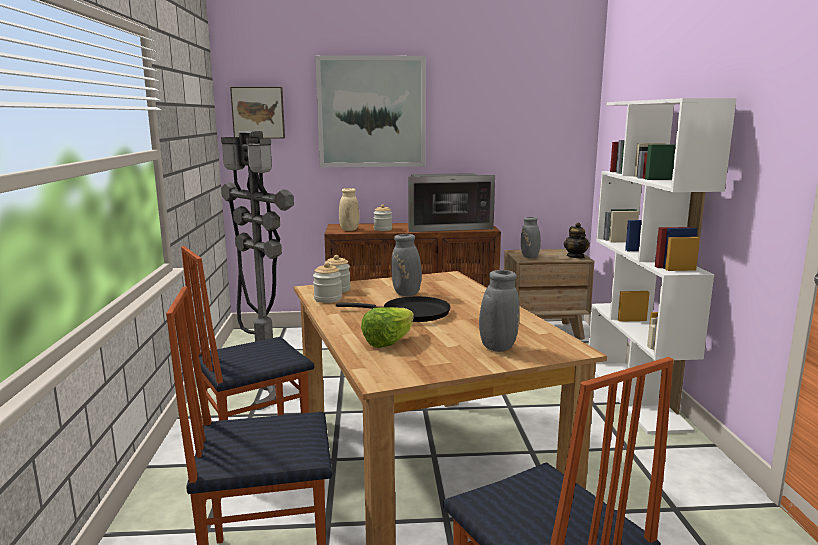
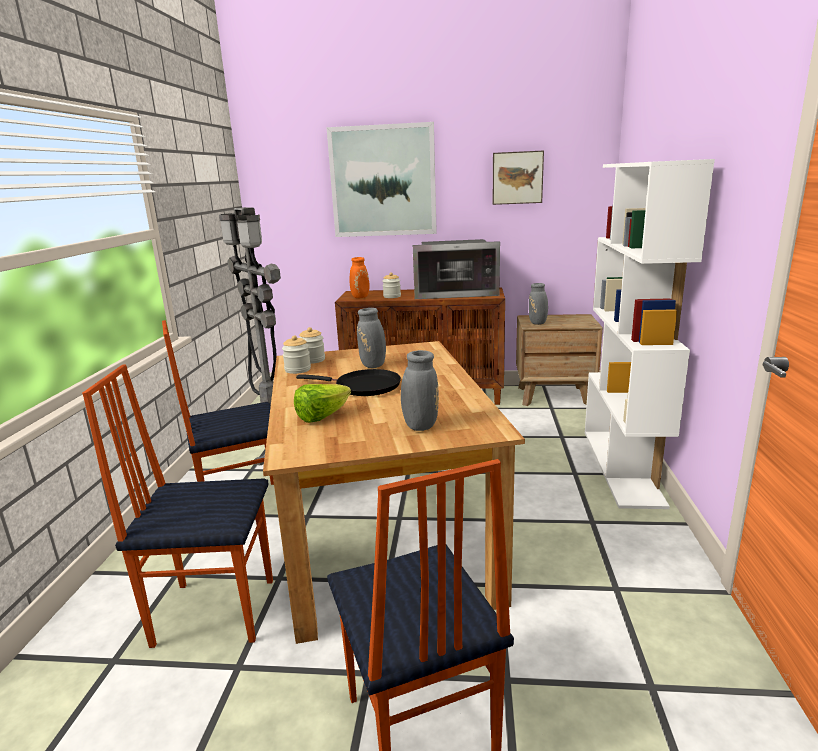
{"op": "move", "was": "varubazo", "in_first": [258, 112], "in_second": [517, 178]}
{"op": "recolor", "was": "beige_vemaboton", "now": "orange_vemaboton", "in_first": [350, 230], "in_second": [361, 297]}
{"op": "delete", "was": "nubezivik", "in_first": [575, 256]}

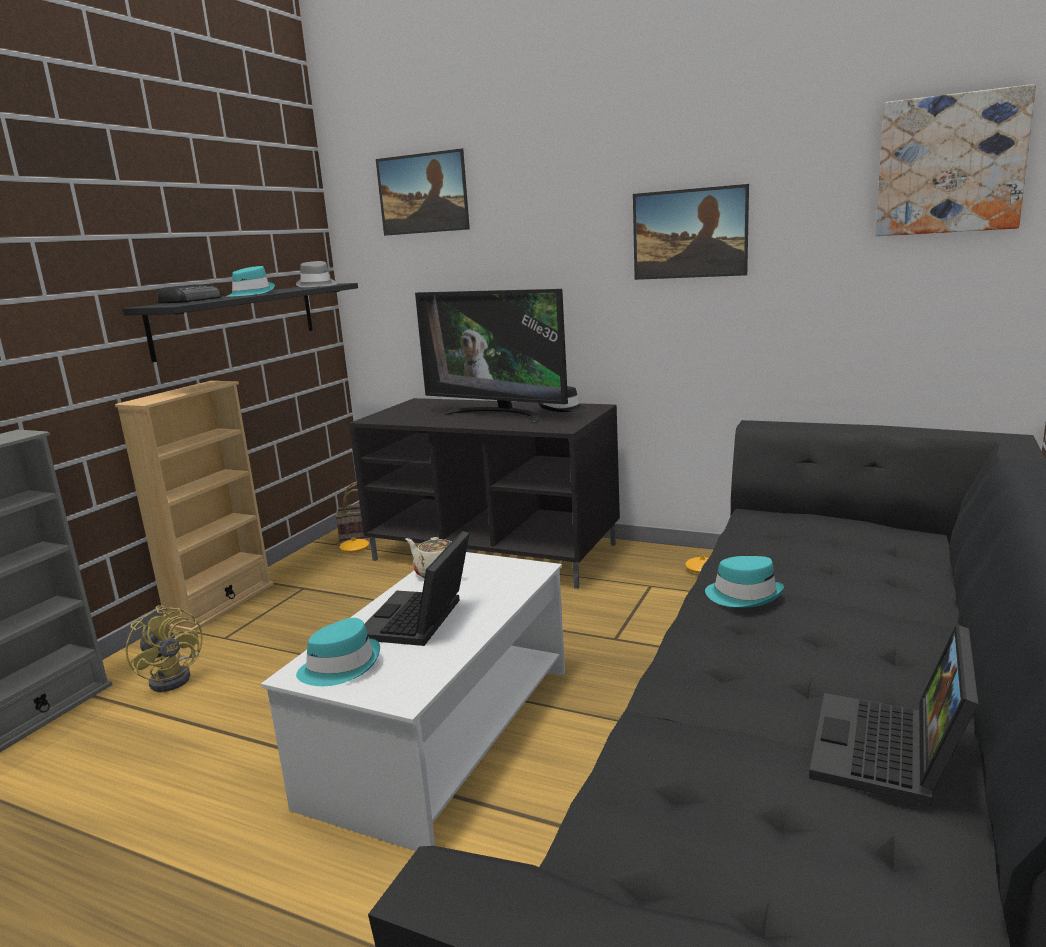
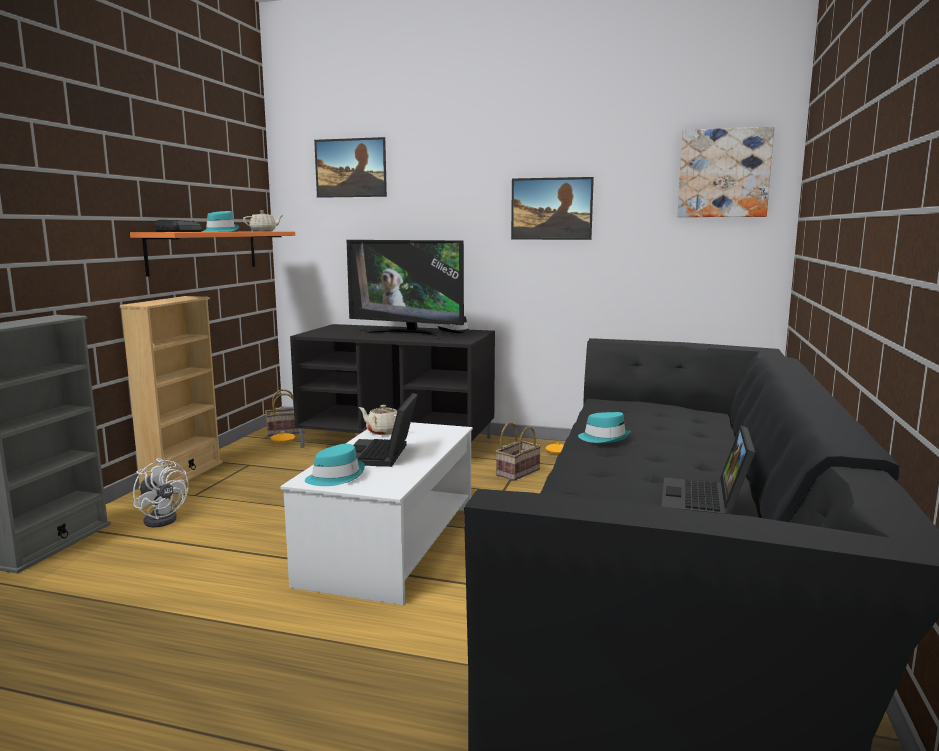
{"op": "replace", "was": "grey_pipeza", "now": "beige_nubezivik", "in_first": [316, 285], "in_second": [264, 231]}
{"op": "recolor", "was": "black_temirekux", "now": "orange_temirekux", "in_first": [237, 319], "in_second": [204, 251]}
{"op": "recolor", "was": "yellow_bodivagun", "now": "white_bodivagun", "in_first": [175, 677], "in_second": [163, 518]}
{"op": "insert", "now": "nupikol", "in_second": [518, 472]}

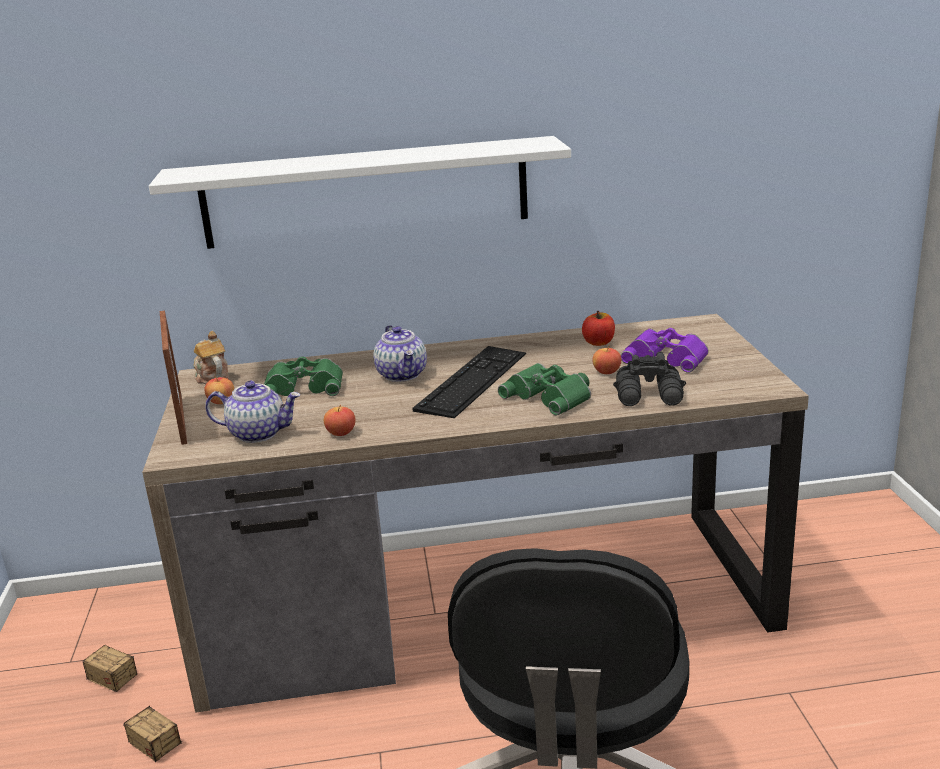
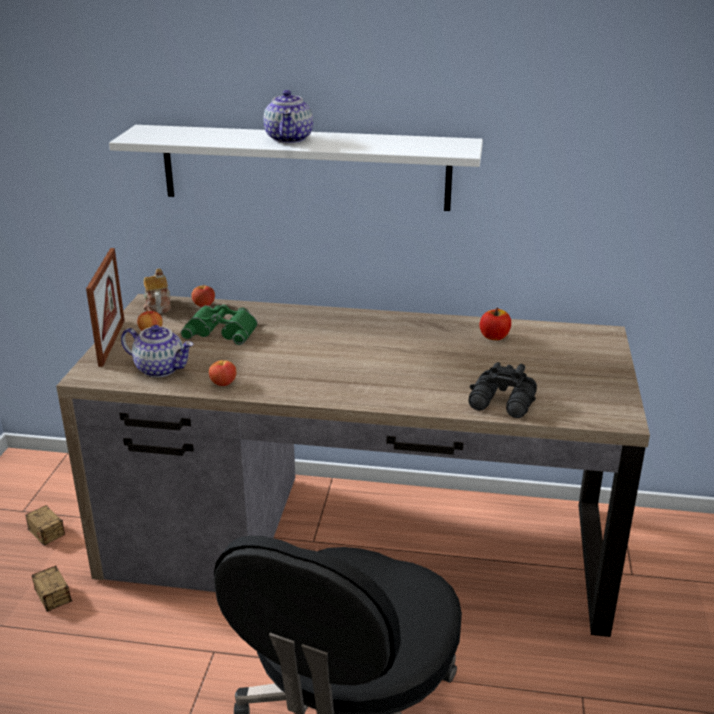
{"op": "move", "was": "nubezivik", "in_first": [402, 375], "in_second": [289, 139]}
{"op": "delete", "was": "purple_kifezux", "in_first": [667, 357]}
{"op": "delete", "was": "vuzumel", "in_first": [472, 381]}
{"op": "move", "was": "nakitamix", "in_first": [606, 372], "in_second": [204, 305]}
{"op": "delete", "was": "green_kifezux", "in_first": [550, 396]}

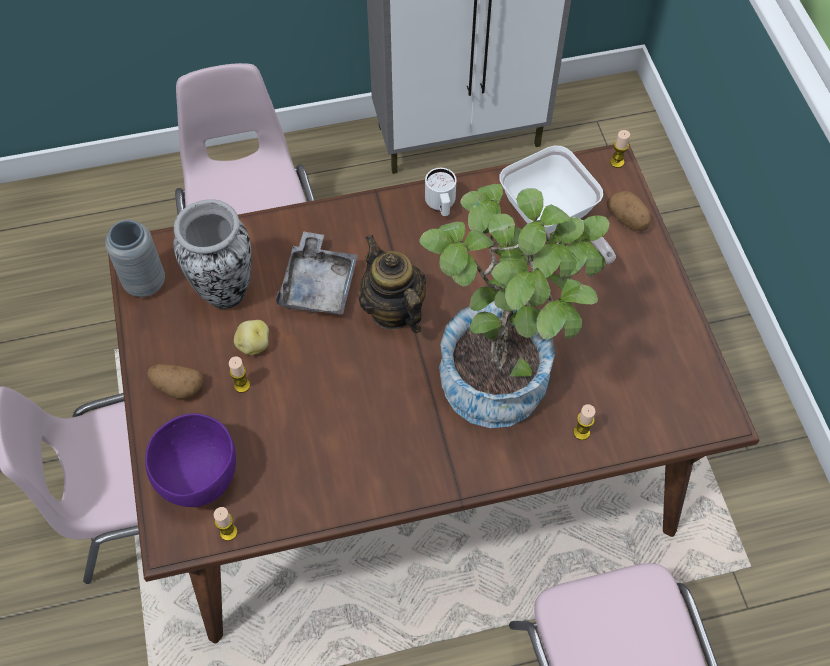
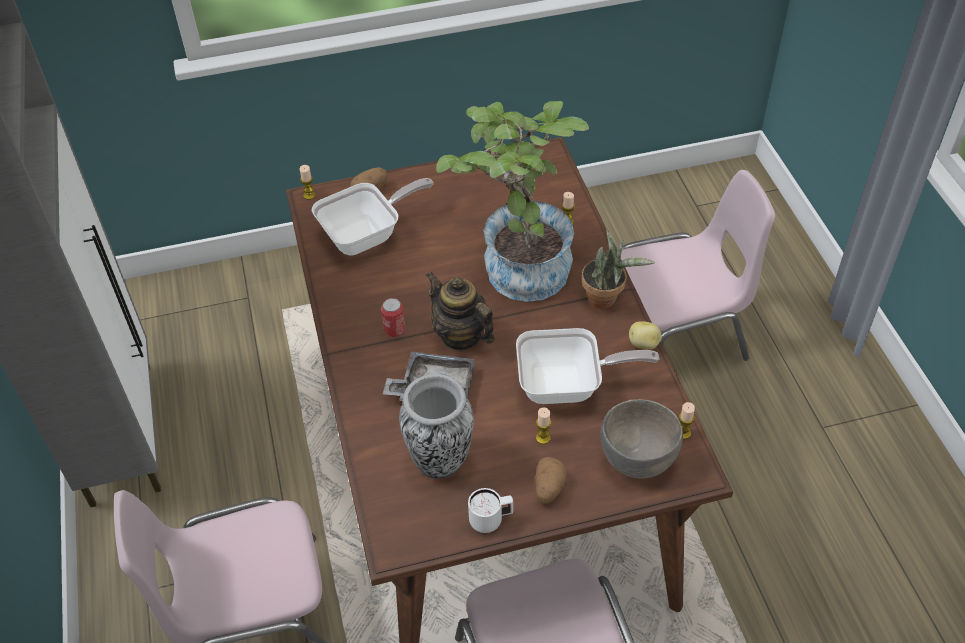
{"op": "move", "was": "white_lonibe", "in_first": [441, 206], "in_second": [491, 521]}
{"op": "delete", "was": "grey_vemaboton", "in_first": [145, 283]}
{"op": "rotate", "was": "nubezivik", "in_first": [393, 310], "in_second": [460, 335], "clockwise": 75}
{"op": "move", "was": "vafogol", "in_first": [253, 345], "in_second": [644, 344]}
{"op": "recolor", "was": "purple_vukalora", "now": "grey_vukalora", "in_first": [199, 479], "in_second": [638, 460]}
{"op": "insert", "now": "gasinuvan", "in_second": [606, 299]}
{"op": "insert", "now": "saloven", "in_second": [394, 330]}
{"op": "insert", "now": "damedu", "in_second": [568, 386]}

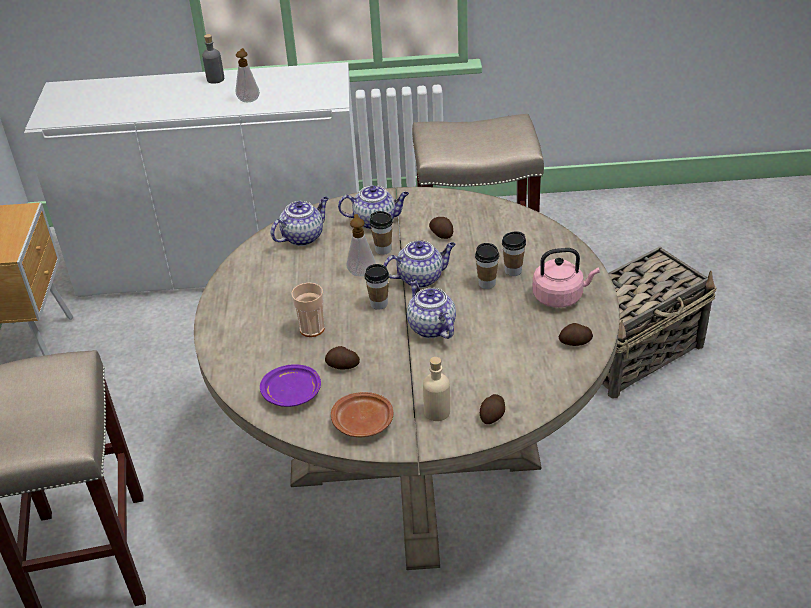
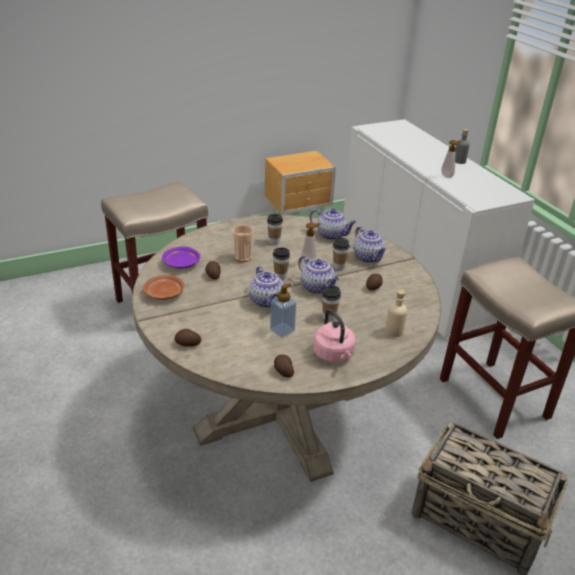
{"op": "move", "was": "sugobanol", "in_first": [513, 271], "in_second": [274, 241]}
{"op": "rotate", "was": "nubezivik", "in_first": [430, 327], "in_second": [267, 301], "clockwise": 120}
{"op": "move", "was": "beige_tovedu", "in_first": [437, 412], "in_second": [394, 331]}
{"op": "insert", "now": "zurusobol", "in_second": [282, 330]}

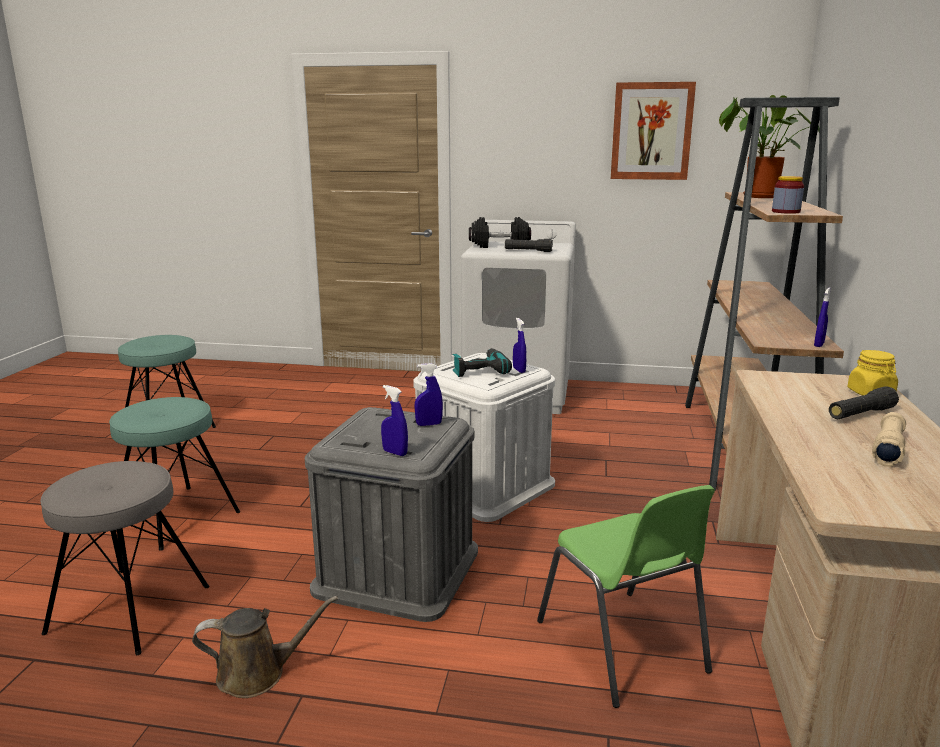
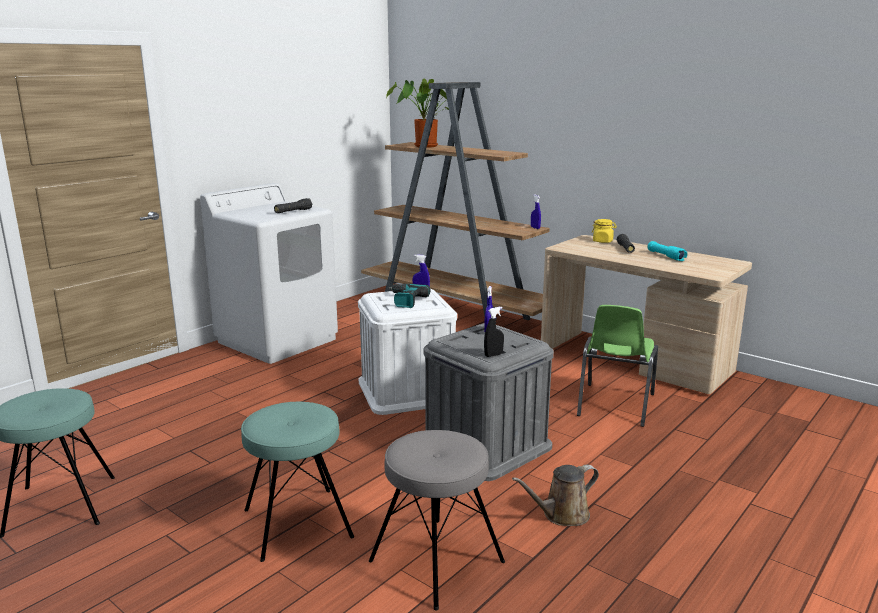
{"op": "delete", "was": "varubazo", "in_first": [651, 131]}
{"op": "delete", "was": "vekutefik", "in_first": [785, 212]}
{"op": "delete", "was": "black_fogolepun", "in_first": [499, 246]}
{"op": "delete", "was": "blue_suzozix", "in_first": [395, 453]}
{"op": "recolor", "was": "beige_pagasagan", "now": "turquoise_pagasagan", "in_first": [888, 449], "in_second": [665, 256]}
{"op": "rotate", "was": "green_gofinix", "in_first": [622, 647], "in_second": [614, 405], "clockwise": 105}
{"op": "rotate", "was": "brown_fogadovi", "in_first": [258, 674], "in_second": [562, 515], "clockwise": -135}
{"op": "insert", "now": "black_suzozix", "in_second": [493, 355]}

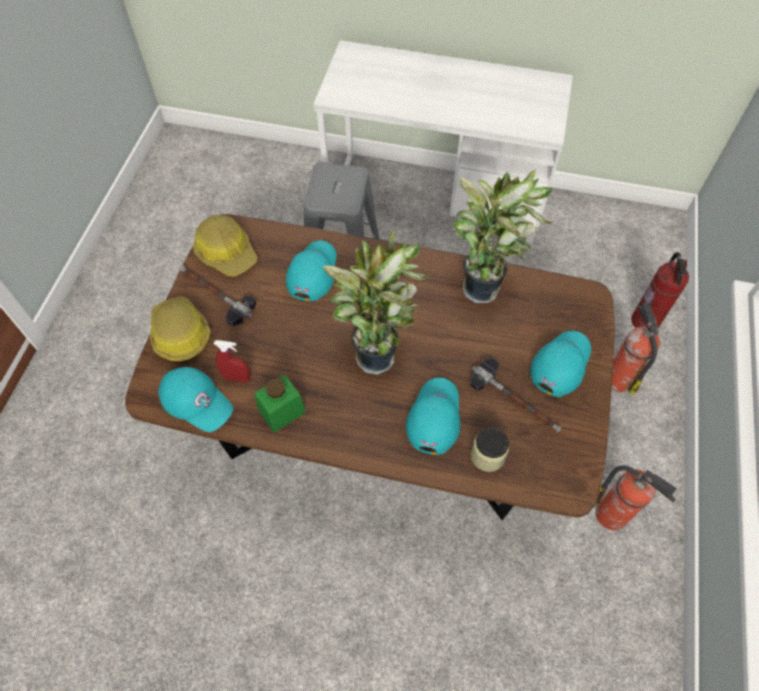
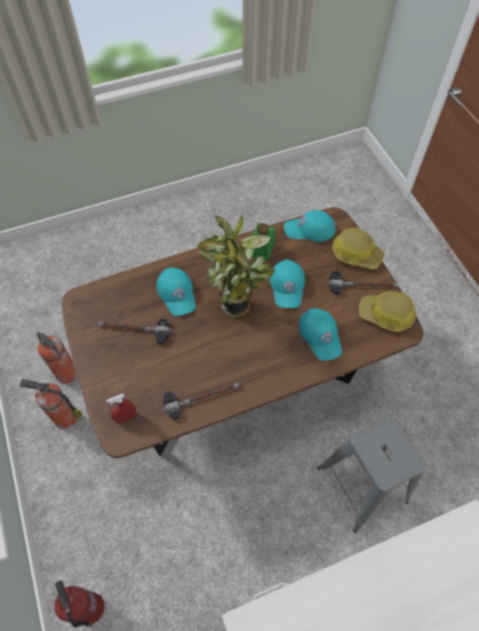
{"op": "replace", "was": "gasinuvan", "now": "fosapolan", "in_first": [483, 286], "in_second": [201, 397]}
{"op": "move", "was": "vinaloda", "in_first": [618, 377], "in_second": [67, 374]}
{"op": "move", "was": "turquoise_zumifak", "in_first": [560, 364], "in_second": [287, 286]}
{"op": "move", "was": "red_suzozix", "in_first": [237, 378], "in_second": [126, 418]}
{"op": "delete", "was": "vekutefik", "in_first": [487, 456]}

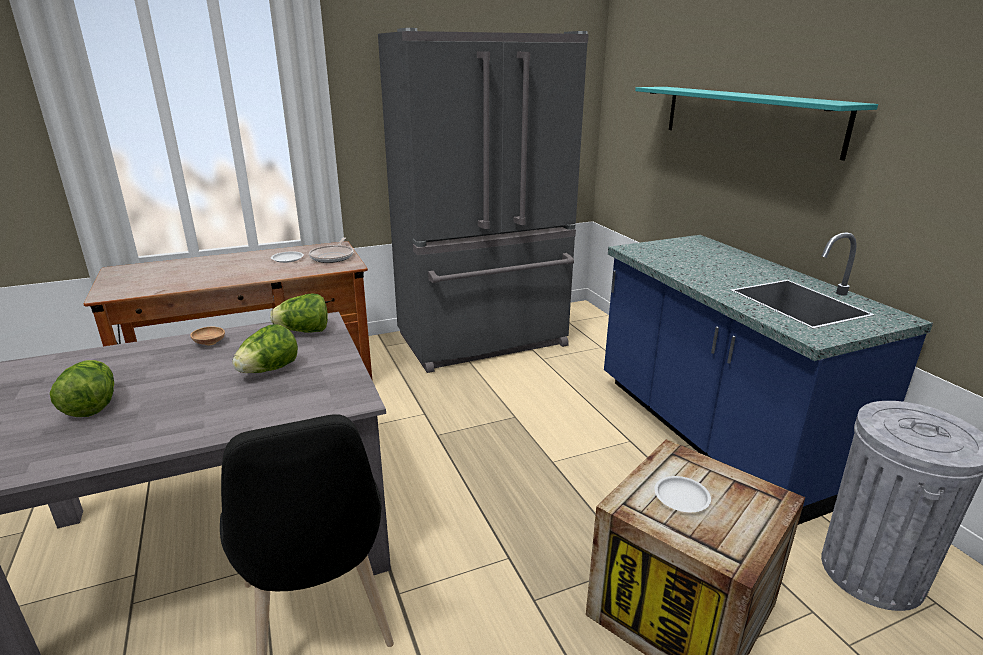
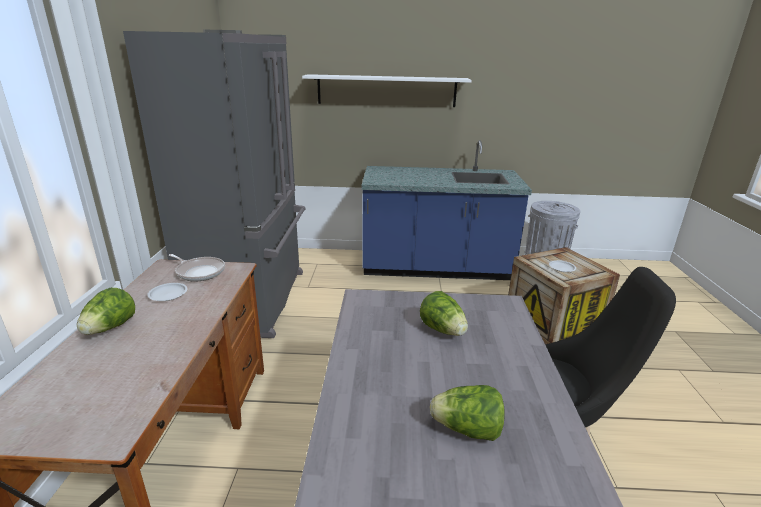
{"op": "recolor", "was": "turquoise_temirekux", "now": "white_temirekux", "in_first": [747, 118], "in_second": [386, 90]}
{"op": "move", "was": "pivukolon", "in_first": [304, 331], "in_second": [110, 328]}
{"op": "delete", "was": "brown_vukalora", "in_first": [209, 343]}

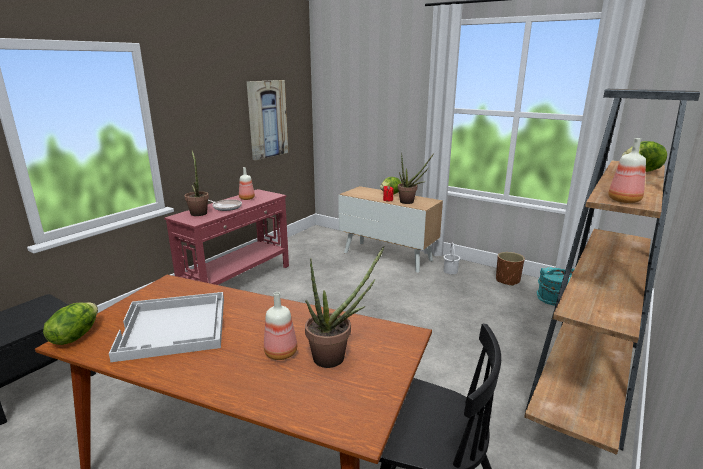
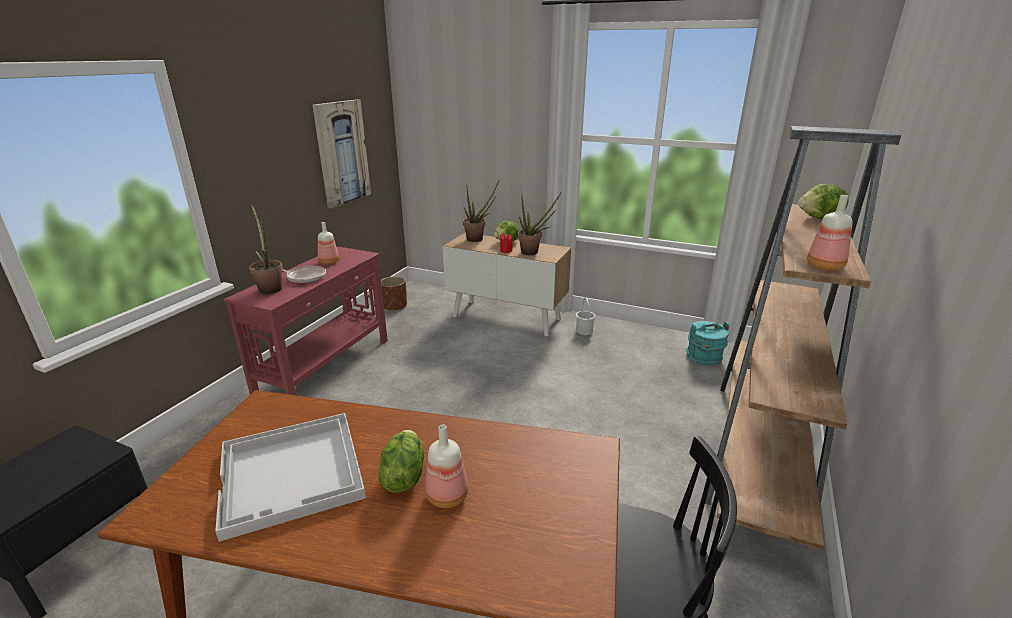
{"op": "move", "was": "gasinuvan", "in_first": [336, 357], "in_second": [478, 239]}
{"op": "move", "was": "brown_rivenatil", "in_first": [507, 280], "in_second": [394, 306]}
{"op": "move", "was": "pivukolon", "in_first": [75, 336], "in_second": [403, 476]}

